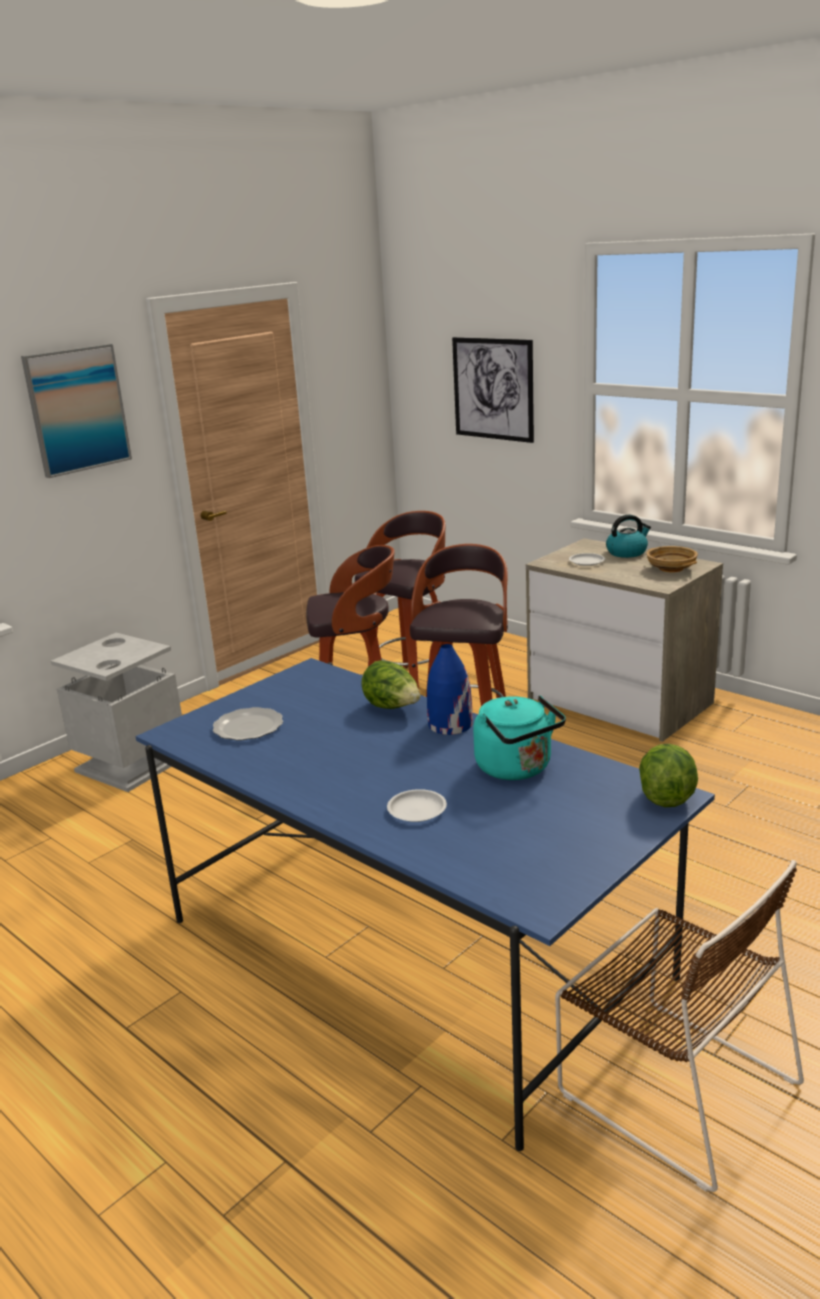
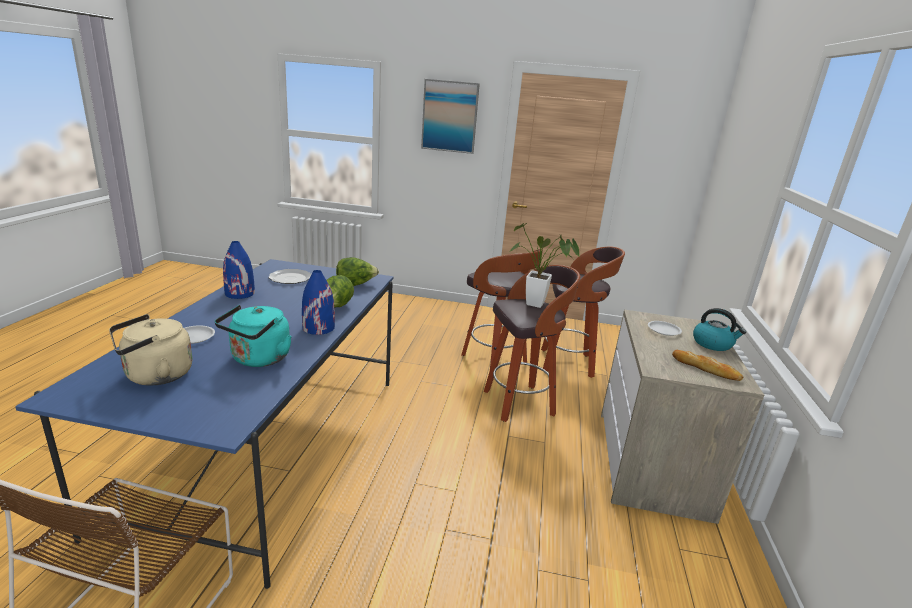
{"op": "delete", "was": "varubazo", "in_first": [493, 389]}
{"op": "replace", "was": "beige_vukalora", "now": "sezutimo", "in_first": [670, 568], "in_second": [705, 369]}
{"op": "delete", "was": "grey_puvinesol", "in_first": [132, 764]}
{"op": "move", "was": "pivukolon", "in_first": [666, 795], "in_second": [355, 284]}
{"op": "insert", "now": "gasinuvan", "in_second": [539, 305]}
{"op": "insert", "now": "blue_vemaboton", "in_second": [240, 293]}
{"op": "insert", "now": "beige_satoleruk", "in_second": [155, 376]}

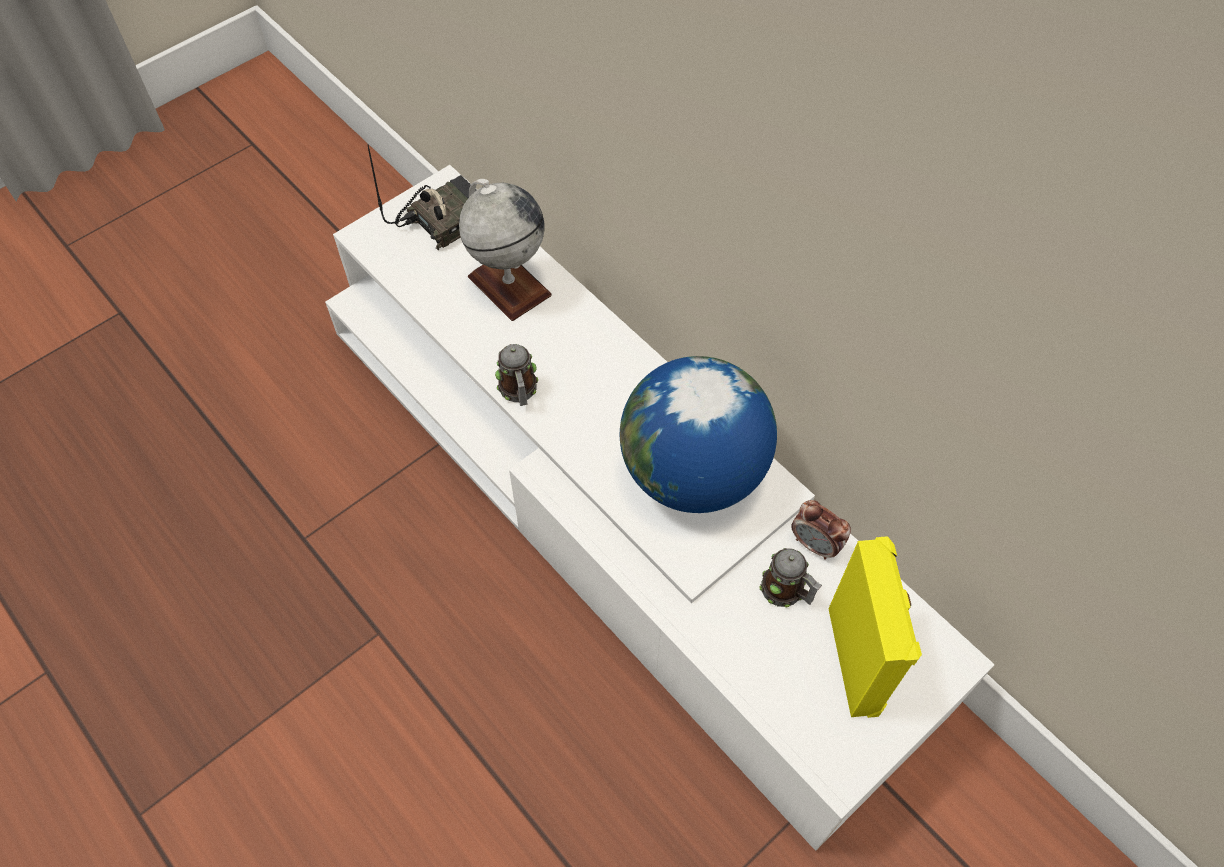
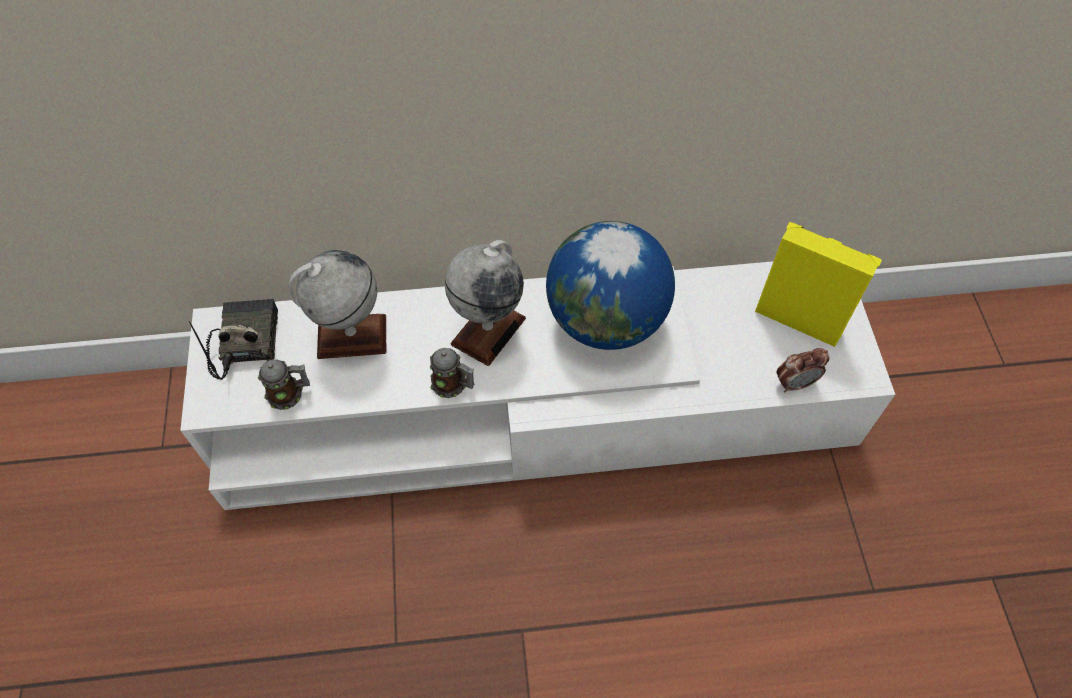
{"op": "move", "was": "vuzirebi", "in_first": [815, 544], "in_second": [795, 383]}
{"op": "move", "was": "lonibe", "in_first": [786, 591], "in_second": [289, 393]}
{"op": "insert", "now": "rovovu", "in_second": [488, 330]}

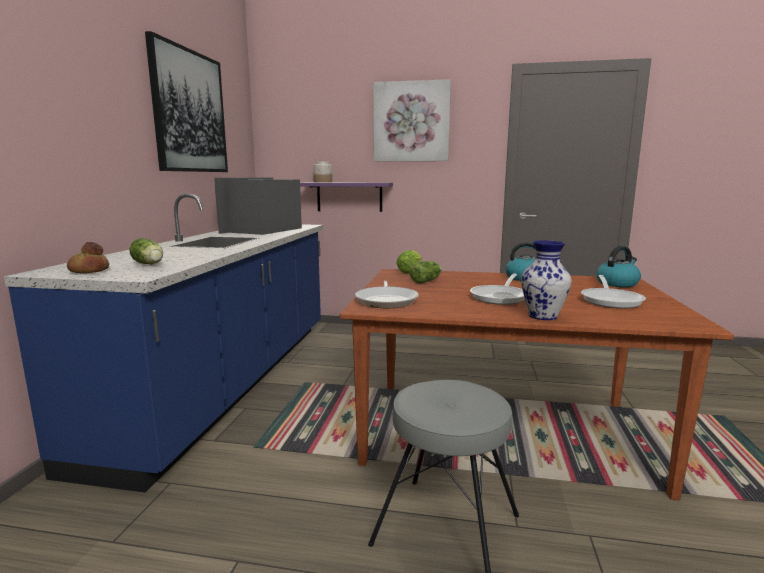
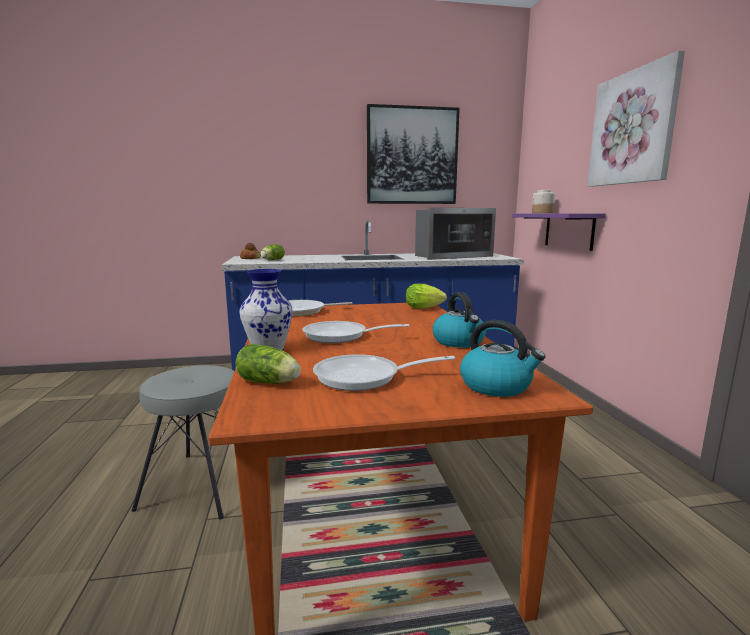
{"op": "rotate", "was": "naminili", "in_first": [264, 230], "in_second": [450, 256], "clockwise": 150}
{"op": "move", "was": "pivukolon", "in_first": [427, 281], "in_second": [270, 382]}

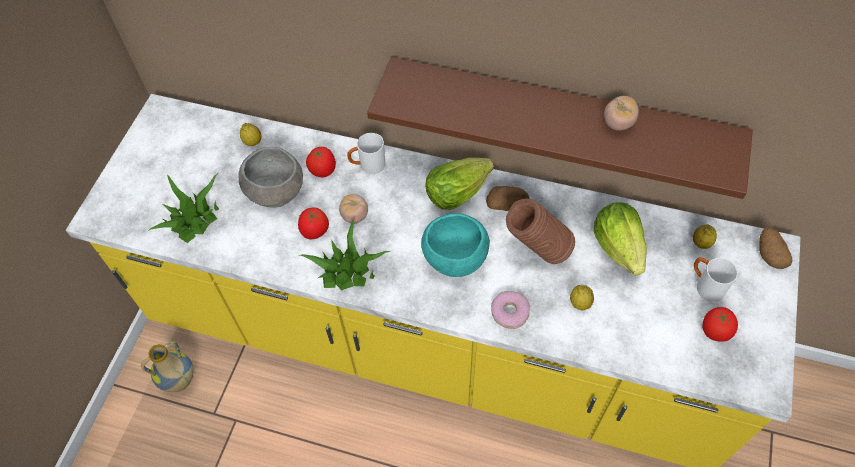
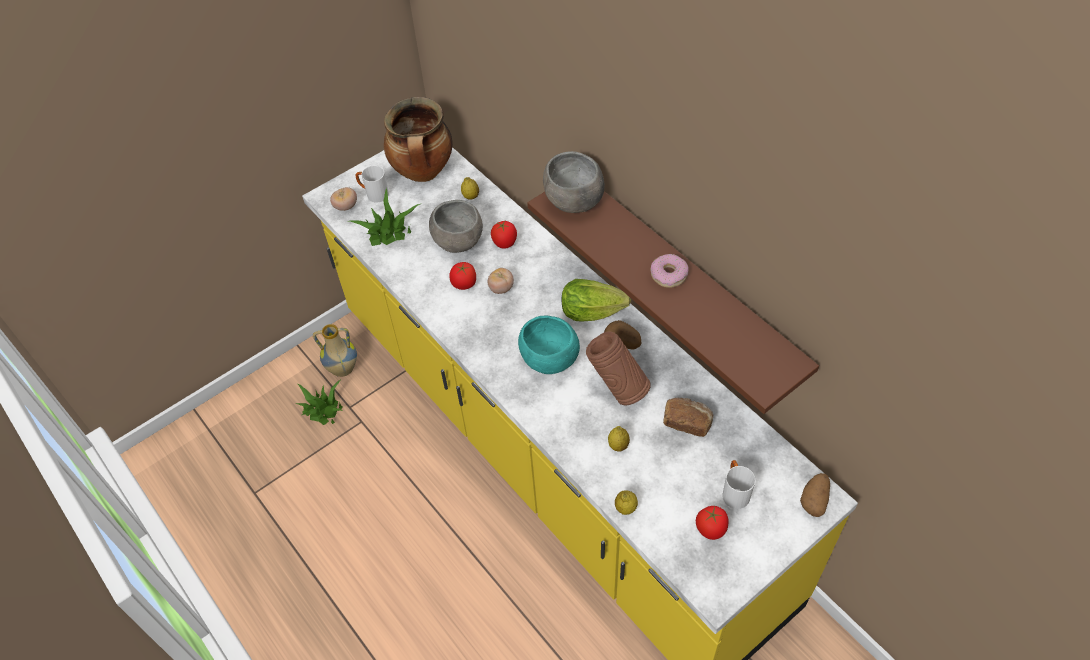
{"op": "move", "was": "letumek", "in_first": [618, 123], "in_second": [345, 206]}
{"op": "move", "was": "white_lonibe", "in_first": [367, 166], "in_second": [373, 194]}
{"op": "replace", "was": "pivukolon", "now": "sezutimo", "in_first": [618, 247], "in_second": [687, 422]}
{"op": "move", "was": "gasinuvan", "in_first": [347, 270], "in_second": [323, 410]}
{"op": "move", "was": "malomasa", "in_first": [701, 243], "in_second": [625, 508]}
{"op": "move", "was": "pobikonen", "in_first": [510, 312], "in_second": [669, 275]}
{"op": "insert", "now": "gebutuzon", "in_second": [424, 172]}
{"op": "insert", "now": "grey_vukalora", "in_second": [574, 202]}

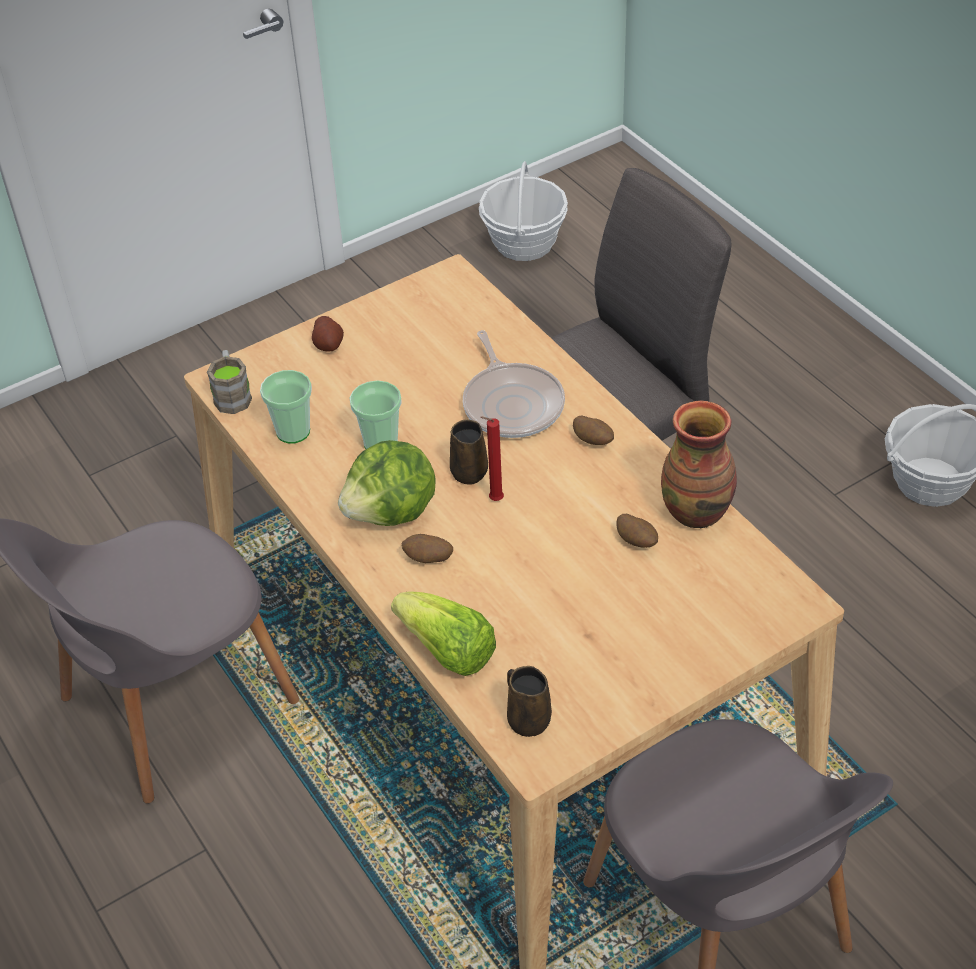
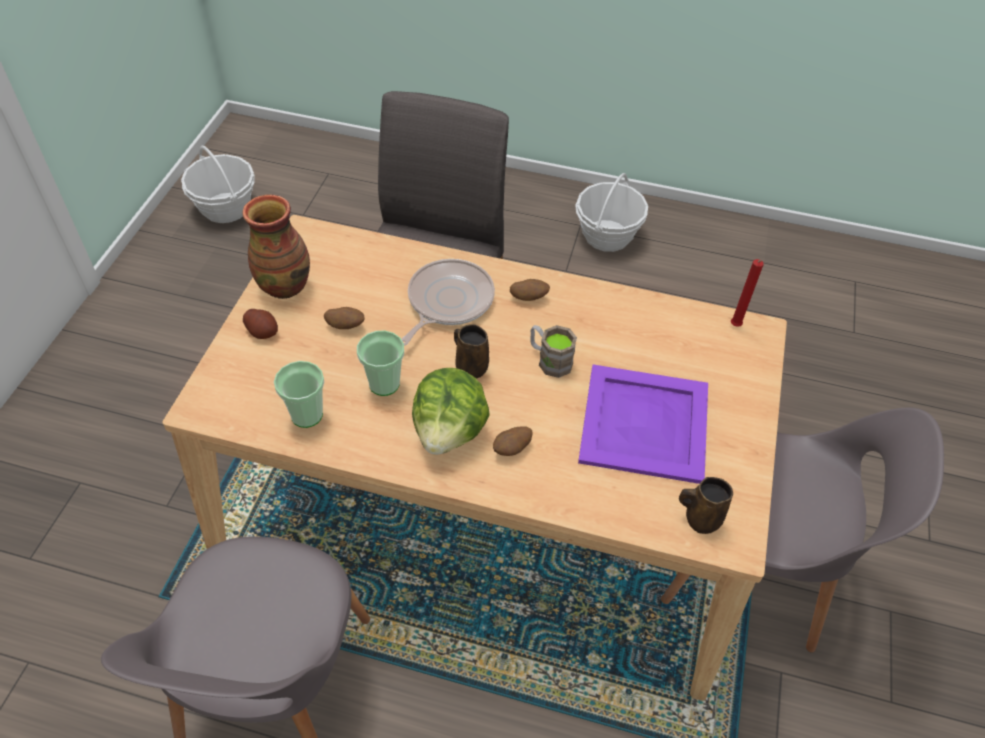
{"op": "rotate", "was": "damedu", "in_first": [512, 403], "in_second": [447, 301], "clockwise": -90}
{"op": "move", "was": "brown_lonibe", "in_first": [232, 395], "in_second": [549, 360]}
{"op": "move", "was": "vemaboton", "in_first": [697, 511], "in_second": [285, 285]}
{"op": "move", "was": "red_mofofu", "in_first": [494, 500], "in_second": [734, 326]}
{"op": "move", "was": "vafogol", "in_first": [636, 541], "in_second": [345, 326]}
{"op": "delete", "was": "pivukolon", "in_first": [447, 651]}
{"op": "insert", "now": "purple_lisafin", "in_second": [645, 424]}

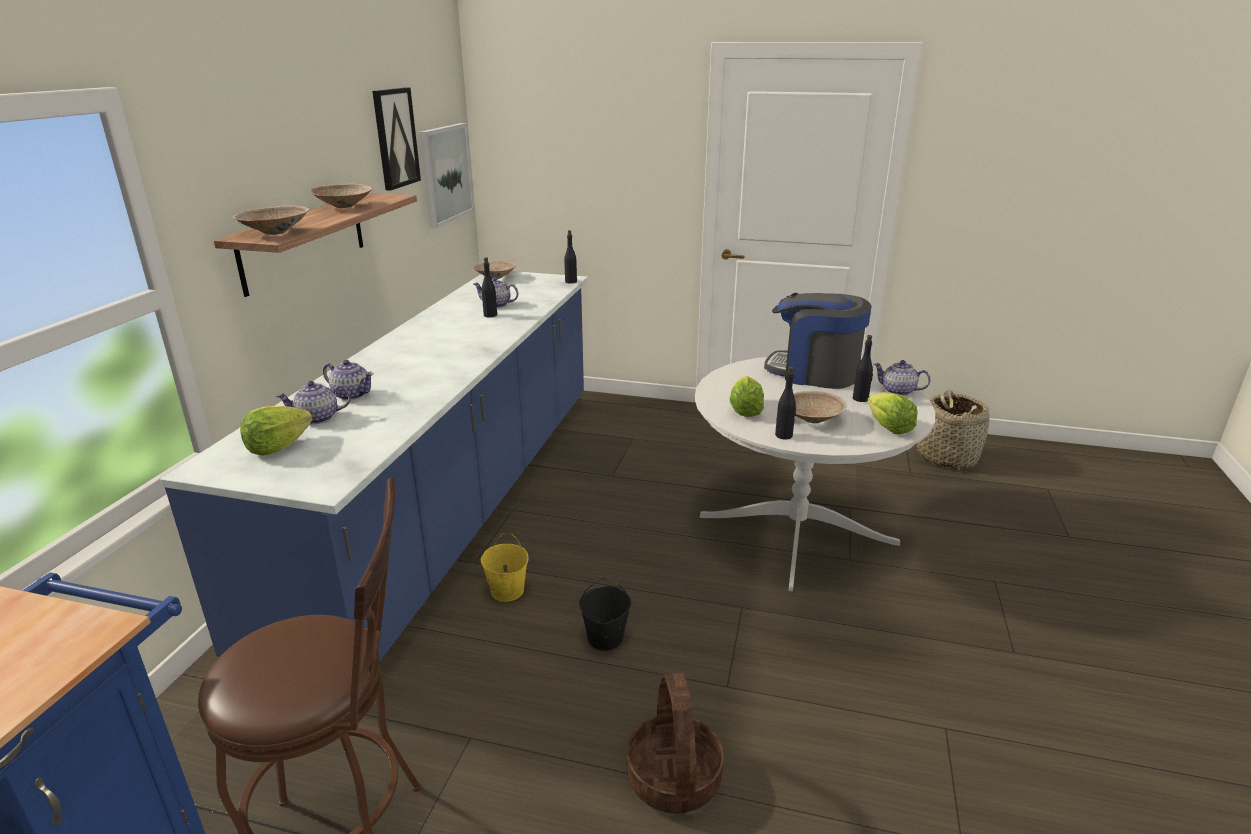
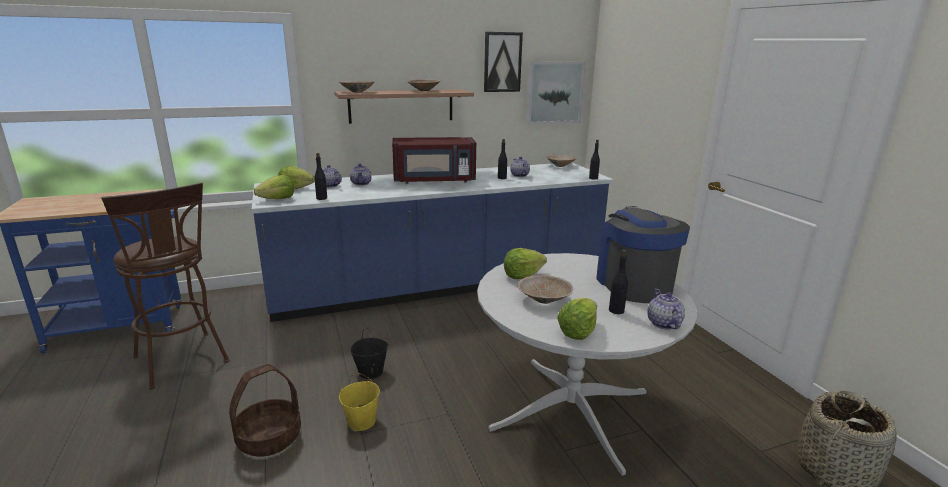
{"op": "move", "was": "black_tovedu", "in_first": [784, 435], "in_second": [322, 198]}
{"op": "move", "was": "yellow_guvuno", "in_first": [506, 591], "in_second": [362, 421]}
{"op": "insert", "now": "red_naminili", "in_second": [434, 180]}
{"op": "insert", "now": "pivukolon", "in_second": [278, 199]}

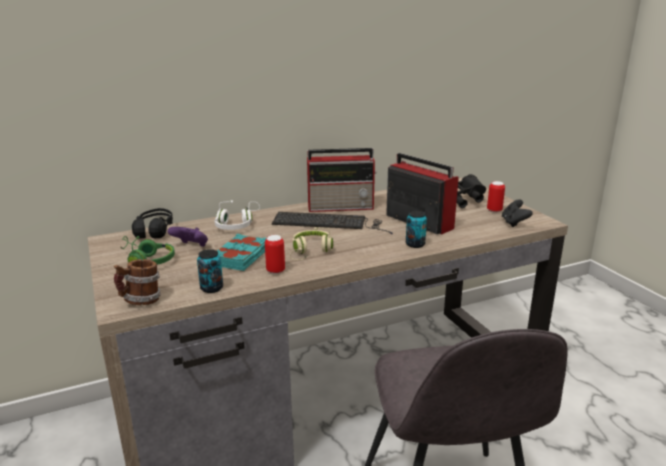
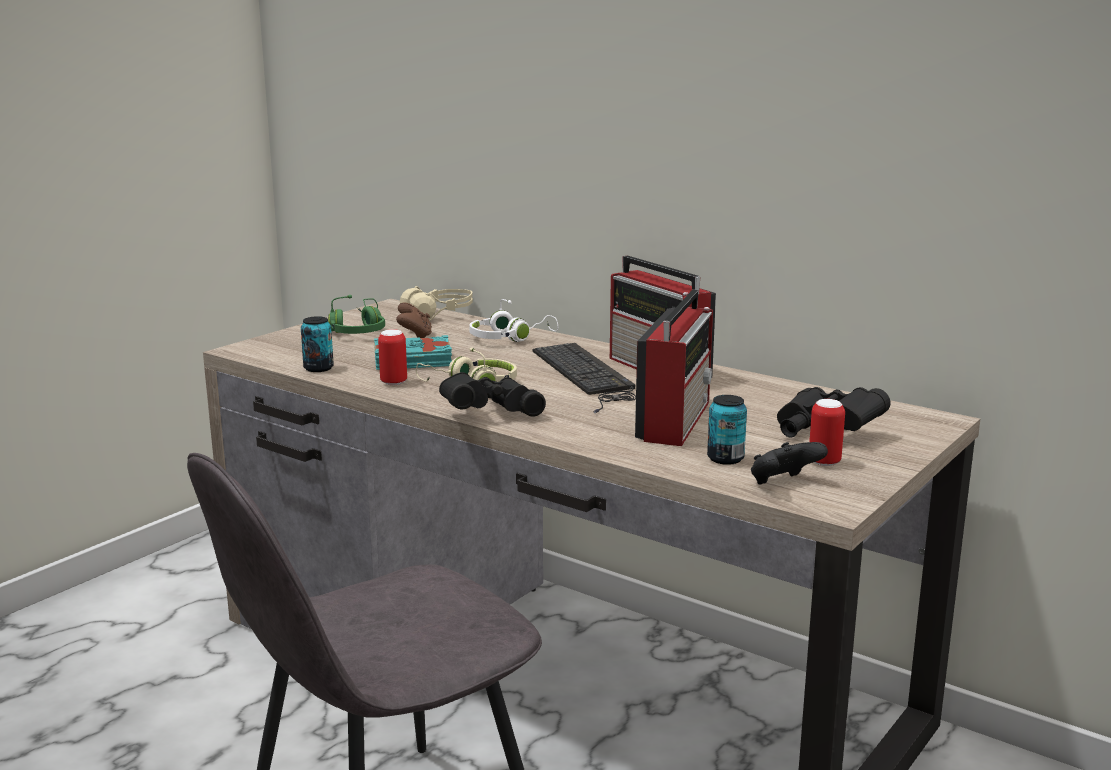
{"op": "recolor", "was": "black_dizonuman", "now": "beige_dizonuman", "in_first": [154, 231], "in_second": [439, 314]}
{"op": "move", "was": "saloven", "in_first": [415, 244], "in_second": [725, 458]}
{"op": "recolor", "was": "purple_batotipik", "now": "brown_batotipik", "in_first": [191, 247], "in_second": [415, 337]}
{"op": "delete", "was": "lonibe", "in_first": [141, 301]}
{"op": "insert", "now": "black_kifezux", "in_second": [489, 413]}

